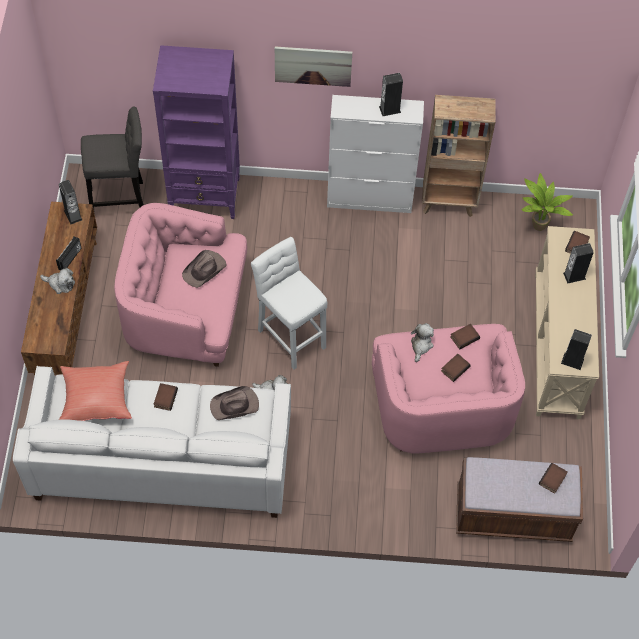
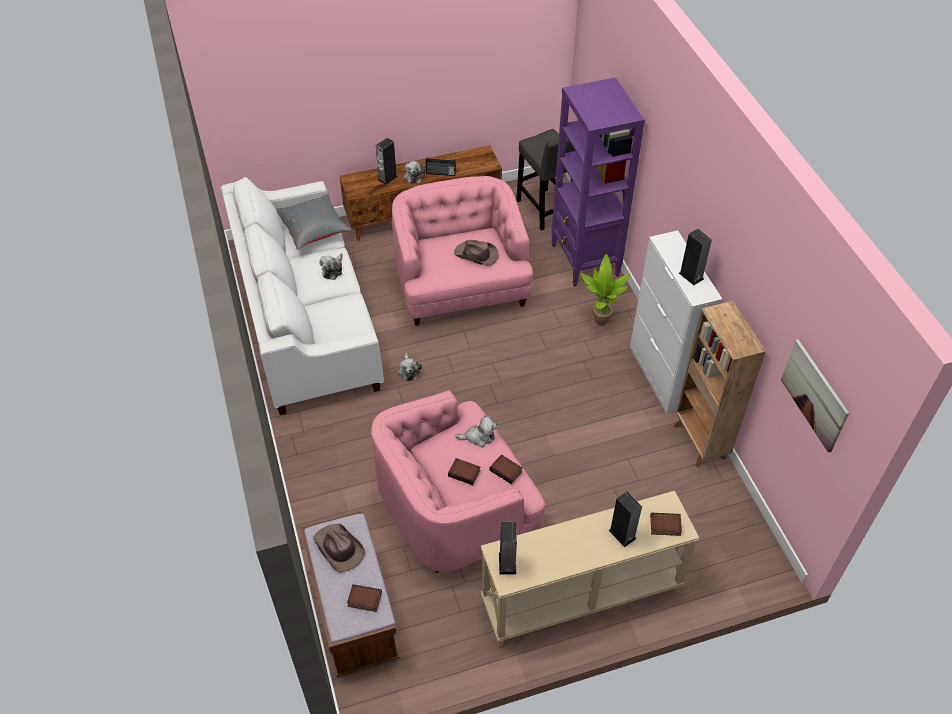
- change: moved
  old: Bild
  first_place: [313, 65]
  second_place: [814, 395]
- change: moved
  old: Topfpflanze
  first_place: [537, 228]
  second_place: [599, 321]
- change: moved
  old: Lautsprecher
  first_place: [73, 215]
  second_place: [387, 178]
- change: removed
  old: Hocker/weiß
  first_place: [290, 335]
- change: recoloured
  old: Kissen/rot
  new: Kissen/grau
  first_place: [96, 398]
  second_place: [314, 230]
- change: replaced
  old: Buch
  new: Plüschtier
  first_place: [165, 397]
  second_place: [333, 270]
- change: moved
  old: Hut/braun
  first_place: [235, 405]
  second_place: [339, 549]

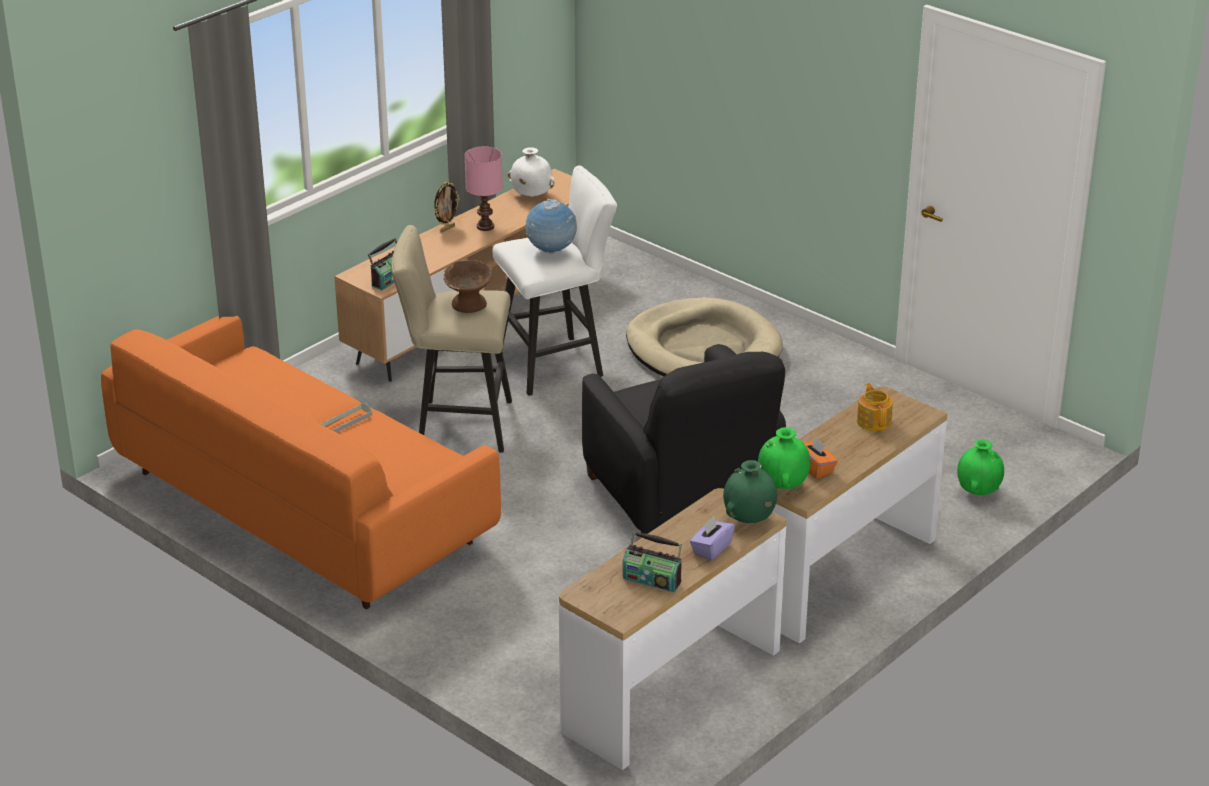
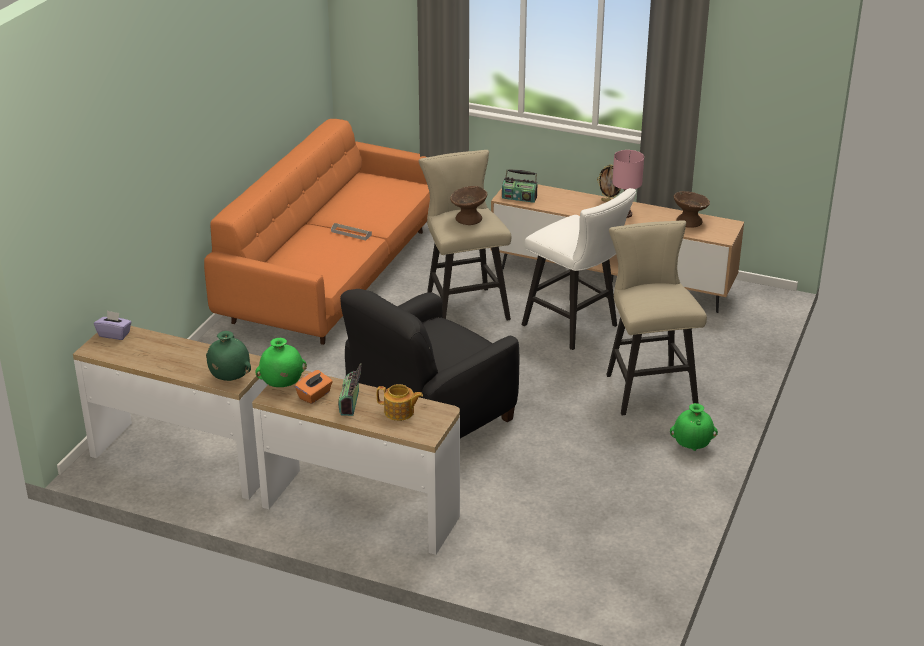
- change: replaced
  old: Vase/weiß
  new: Schüssel/braun
  first_place: [531, 196]
  second_place: [689, 221]
- change: removed
  old: Globus
  first_place: [551, 251]
- change: replaced
  old: Hundebett/beige
  new: Hocker/beige
  first_place: [703, 349]
  second_place: [647, 387]
- change: turned
  old: Teekanne
  first_place: [874, 421]
  second_place: [399, 412]
  degrees: 45
- change: moved
  old: Vase/grün
  first_place: [978, 492]
  second_place: [692, 446]
- change: moved
  old: Taschentuchbox/lila
  first_place: [711, 549]
  second_place: [114, 334]
- change: moved
  old: Radio
  first_place: [652, 579]
  second_place: [351, 402]

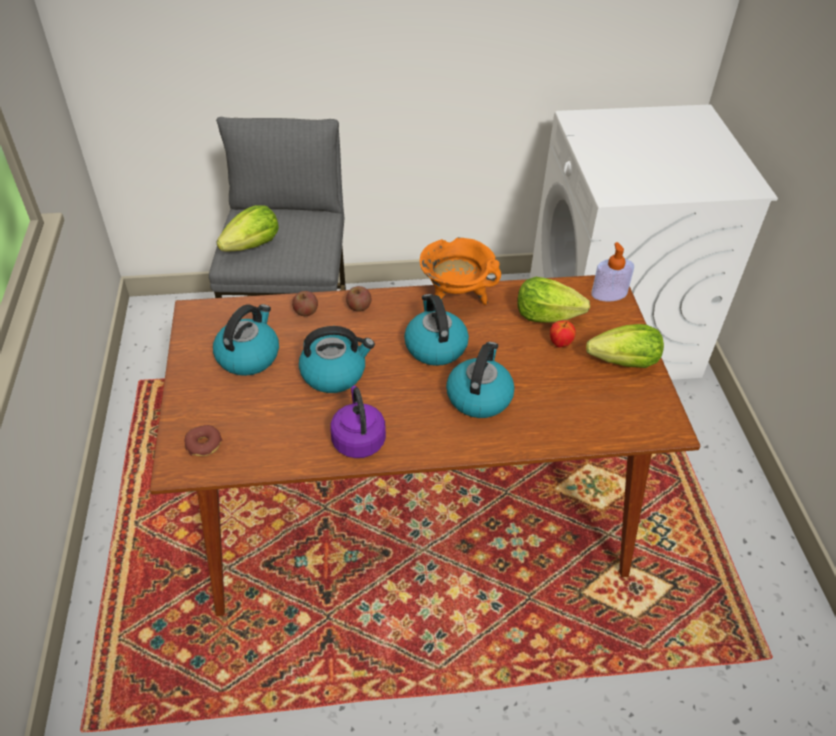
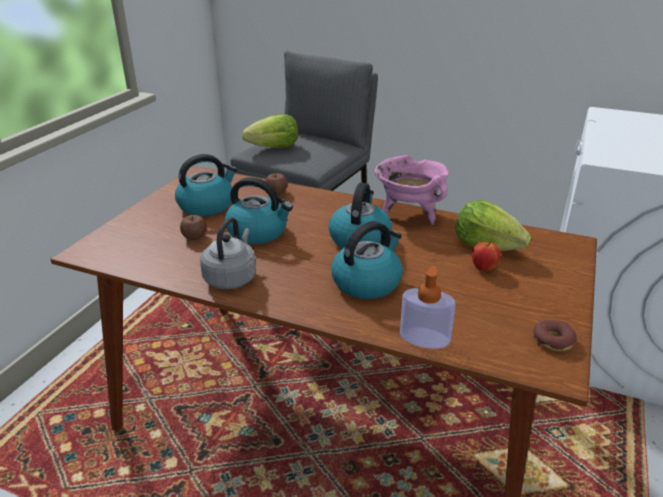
- change: recoloured
  old: Kochtopf/orange
  new: Kochtopf/rosa
  first_place: [456, 298]
  second_place: [409, 214]
- change: moved
  old: Seifenspender
  first_place: [609, 294]
  second_place: [424, 338]
- change: moved
  old: Apfel
  first_place: [359, 307]
  second_place: [194, 237]
- change: removed
  old: Salatkopf
  first_place: [624, 363]
- change: recoloured
  old: Wasserkessel/lila
  new: Wasserkessel/grau
  first_place: [358, 439]
  second_place: [231, 277]
- change: moved
  old: Donut
  first_place: [204, 444]
  second_place: [553, 340]

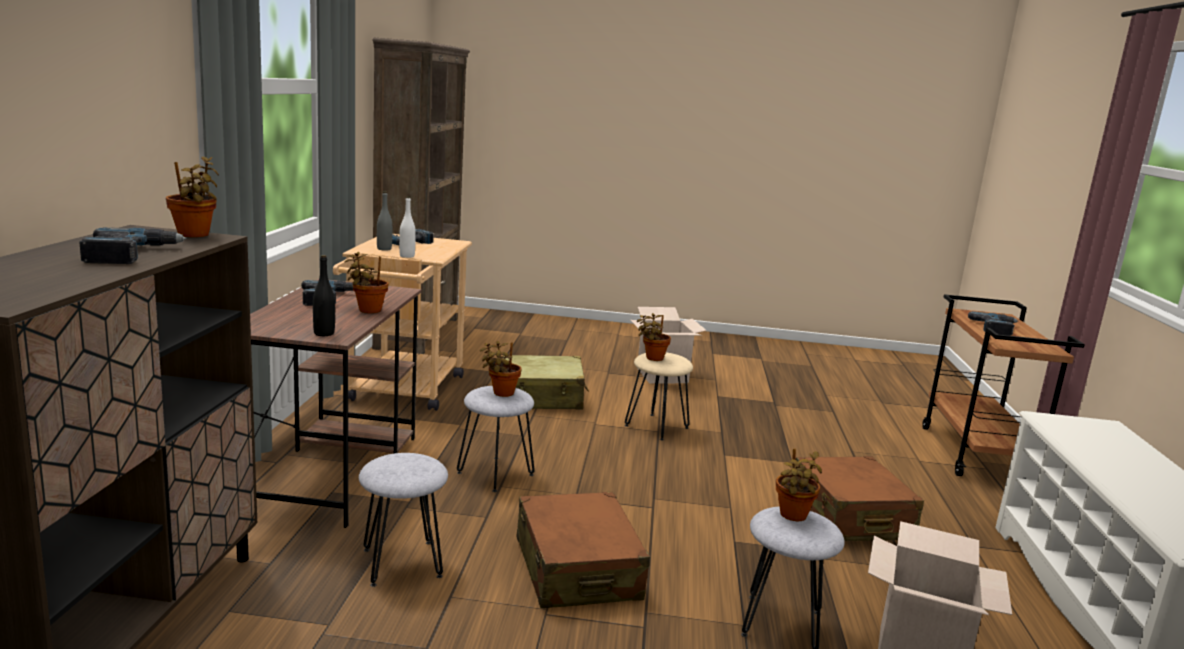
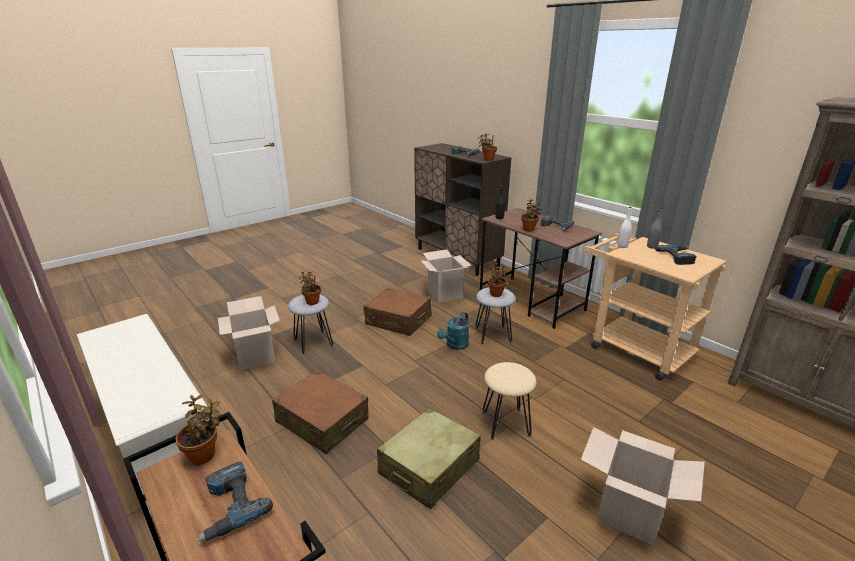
- change: moved
  old: Topfpflanze
  first_place: [652, 358]
  second_place: [205, 454]
- change: moved
  old: Koffer/beige
  first_place: [541, 397]
  second_place: [429, 467]
- change: replaced
  old: Hocker/grau
  new: Karton
  first_place: [402, 562]
  second_place: [445, 294]
- change: added
  new: Gießkanne/türkis
  second_place: [455, 346]

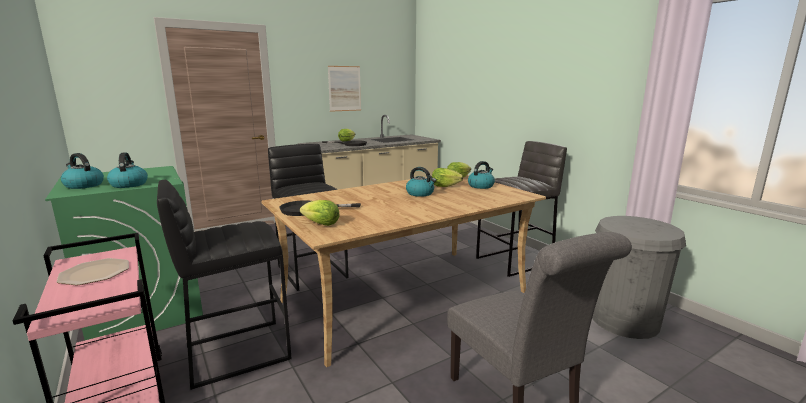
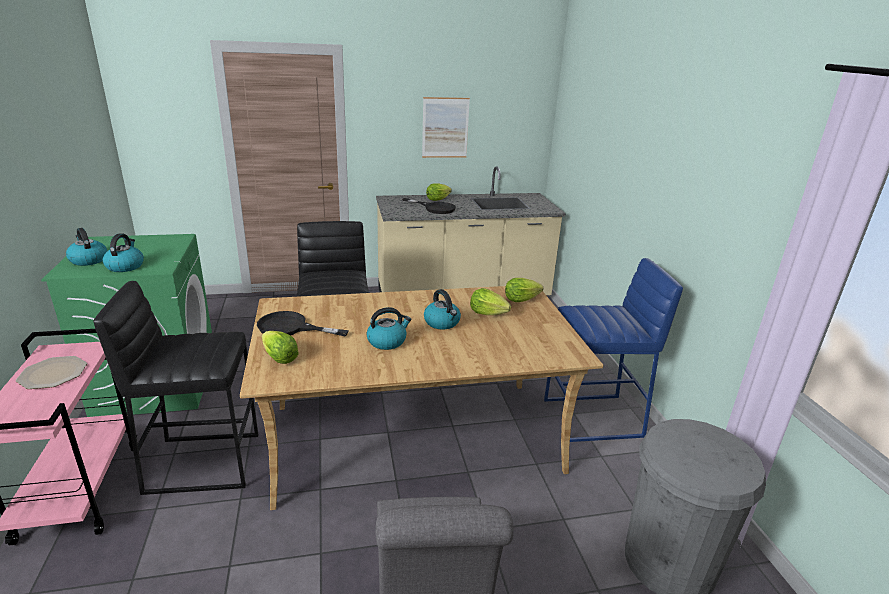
- change: recoloured
  old: Hocker/grau
  new: Hocker/blau
  first_place: [515, 261]
  second_place: [593, 418]
- change: moved
  old: Wasserkessel
  first_place: [481, 186]
  second_place: [387, 341]

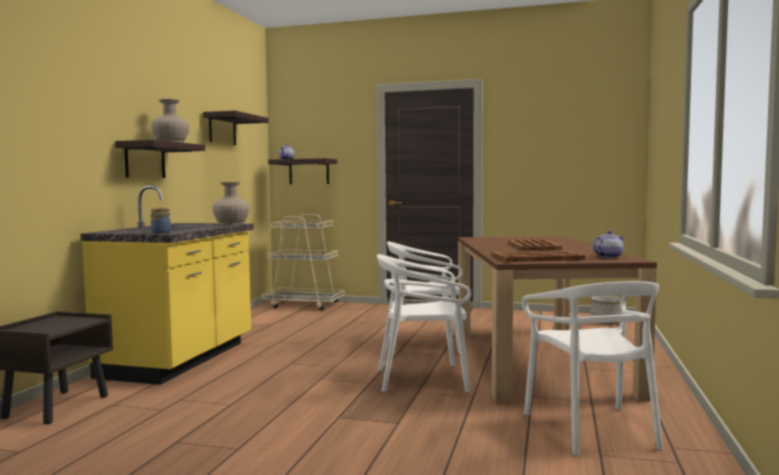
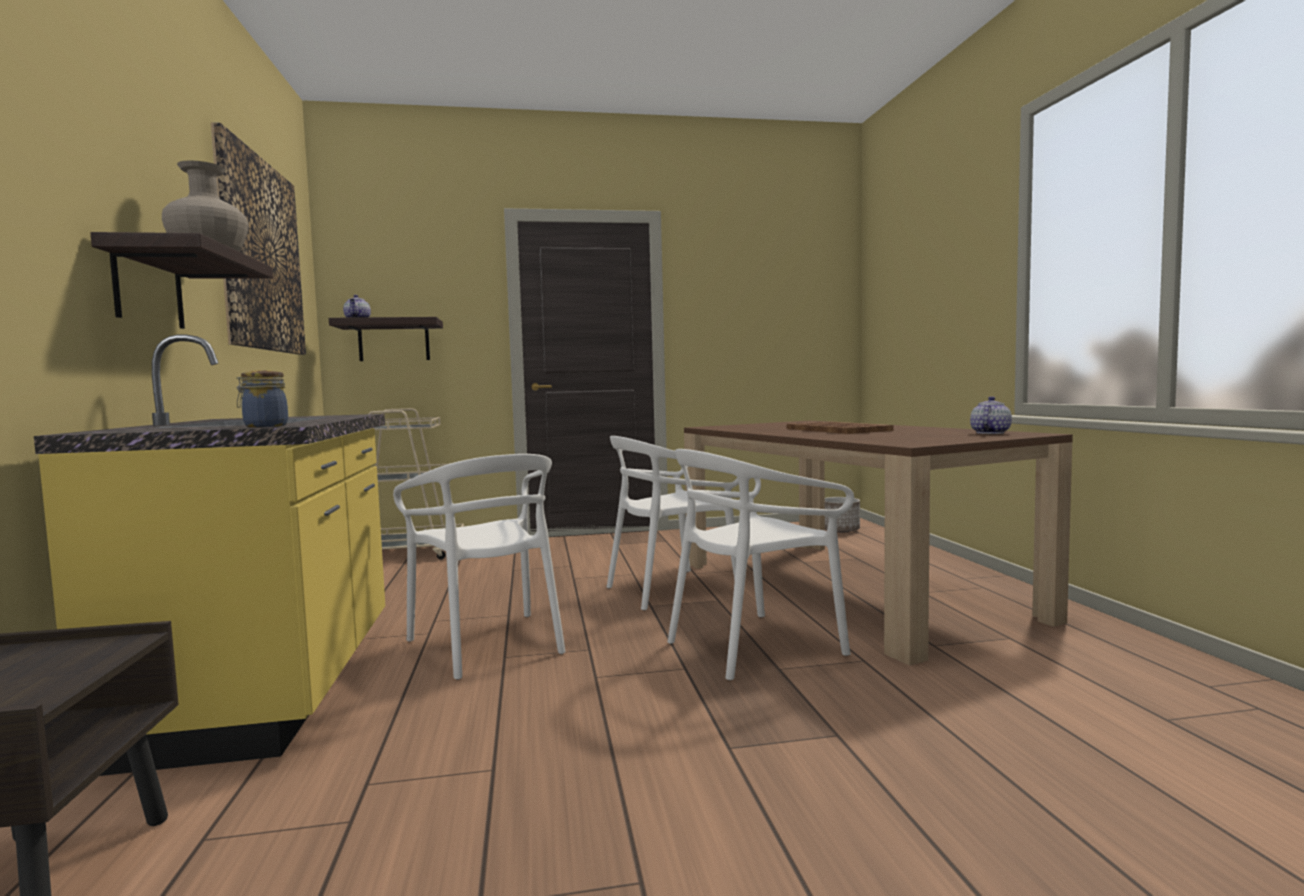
- change: replaced
  old: Wandregal
  new: Bild
  first_place: [222, 129]
  second_place: [261, 255]
- change: removed
  old: Vase/beige
  first_place: [231, 224]
- change: removed
  old: Tablett/braun
  first_place: [538, 258]
- change: moved
  old: Stuhl/weiß
  first_place: [592, 429]
  second_place: [489, 644]

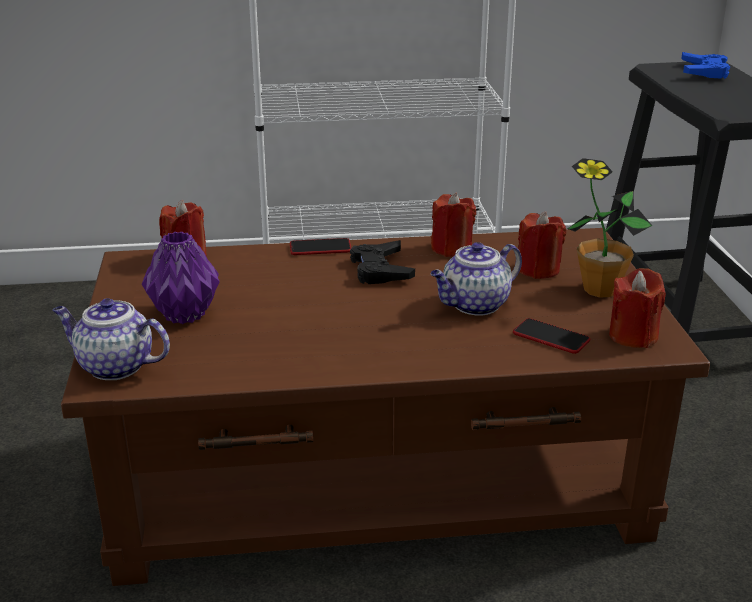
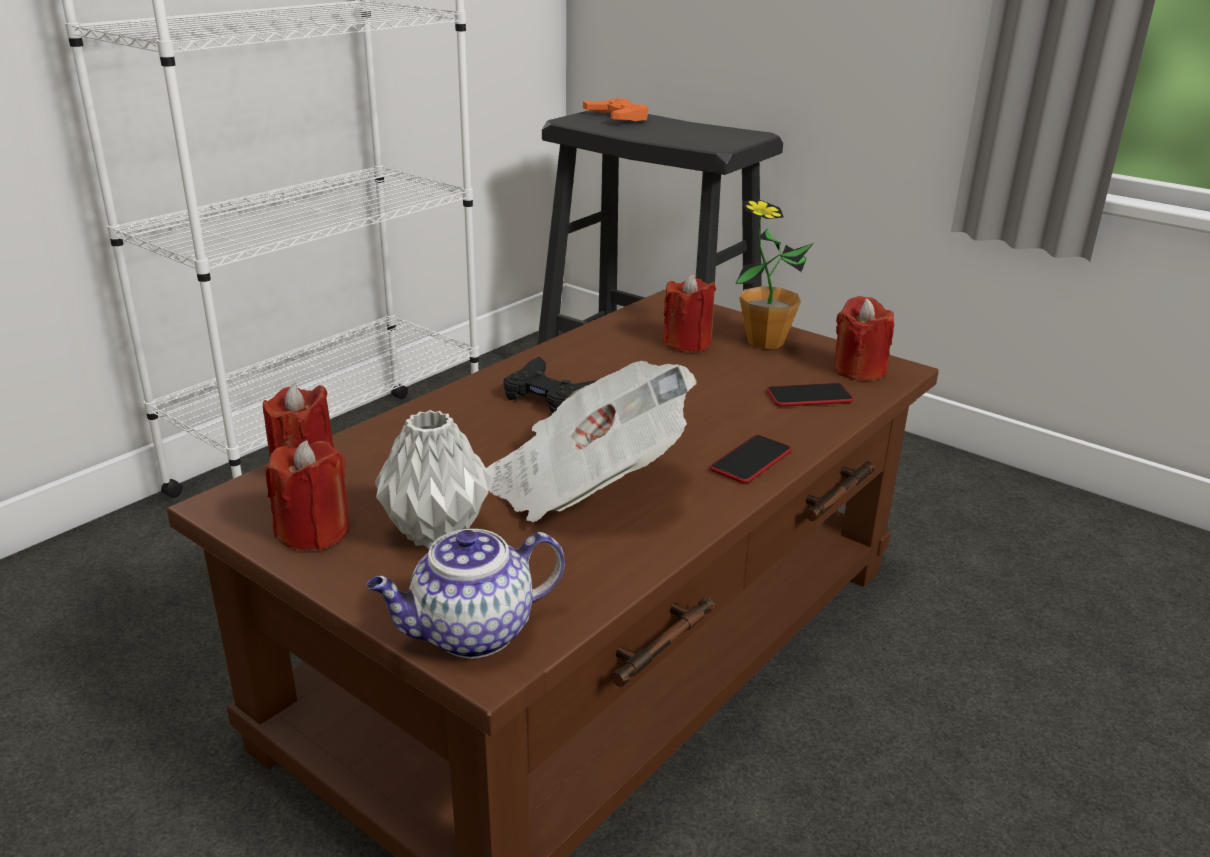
- change: recoloured
  old: Gamepad/blau
  new: Gamepad/orange
  first_place: [704, 71]
  second_place: [617, 117]
- change: moved
  old: Kerze/rot
  first_place: [451, 249]
  second_place: [314, 532]
- change: recoloured
  old: Vase/lila
  new: Vase/grau
  first_place: [185, 315]
  second_place: [438, 533]
- change: moved
  old: Handy
  first_place: [320, 248]
  second_place: [751, 461]
- change: removed
  old: Teekanne
  first_place: [474, 305]
- change: added
  new: Zeitung
  second_place: [584, 485]

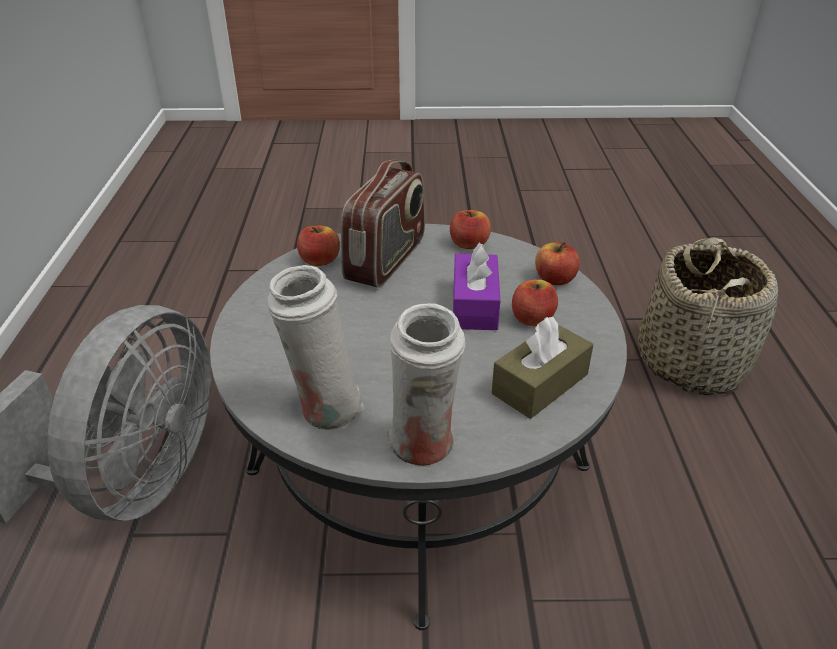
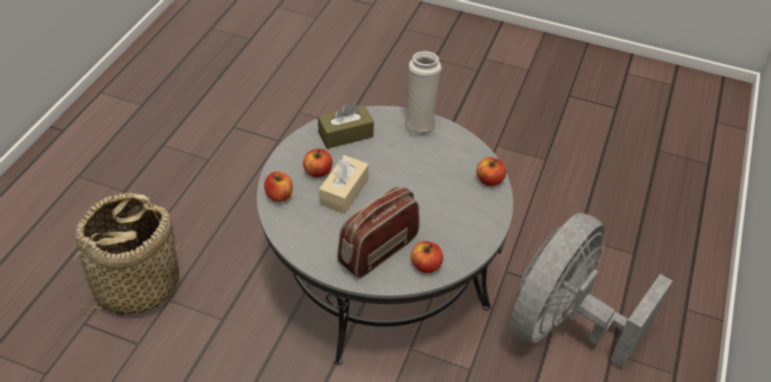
- change: moved
  old: Apfel
  first_place: [469, 244]
  second_place: [489, 180]
- change: recoloured
  old: Taschentuchbox/lila
  new: Taschentuchbox/beige
  first_place: [474, 305]
  second_place: [344, 191]
- change: removed
  old: Vase/weiß
  first_place: [324, 410]

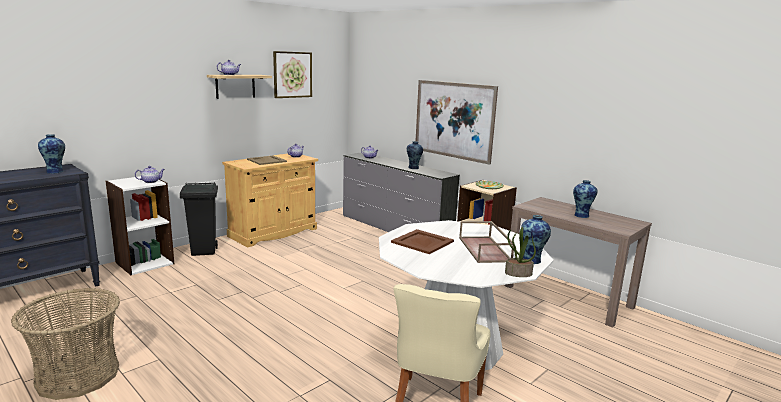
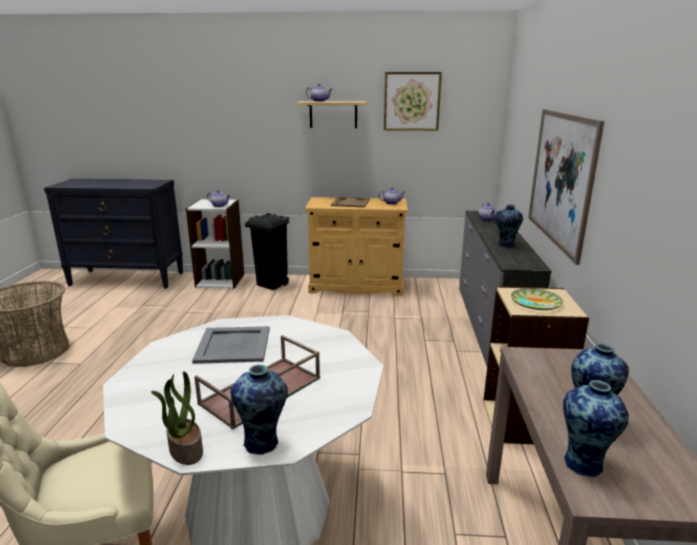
- change: moved
  old: Vase
  first_place: [55, 171]
  second_place: [584, 463]
- change: recoloured
  old: Tablett/braun
  new: Tablett/grau
  first_place: [422, 242]
  second_place: [232, 345]

